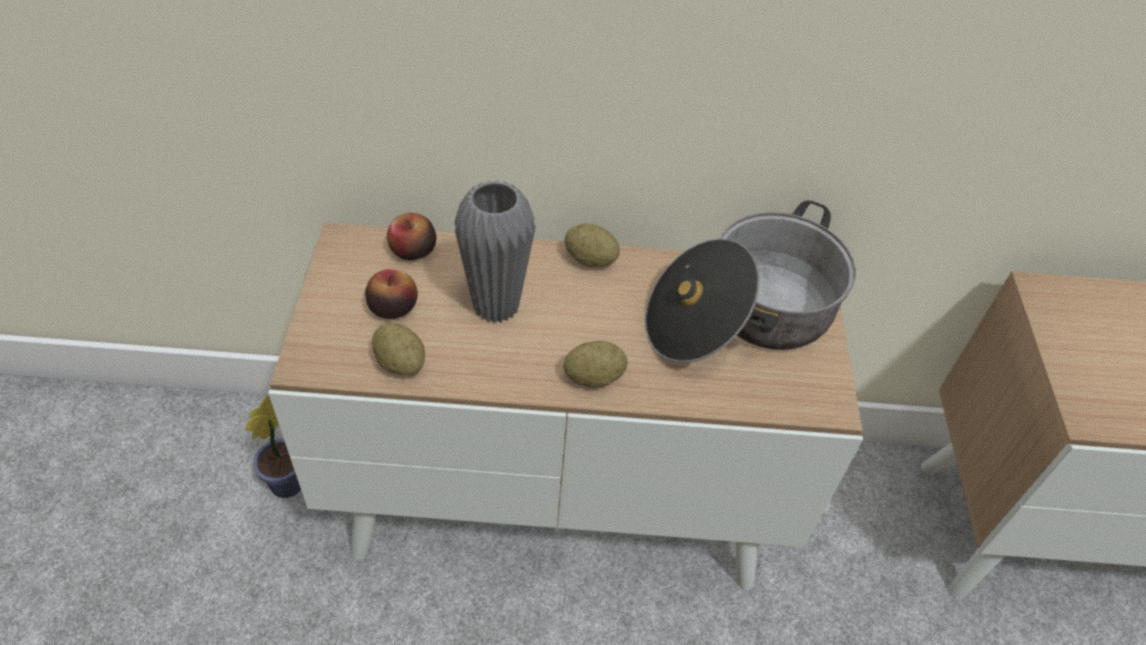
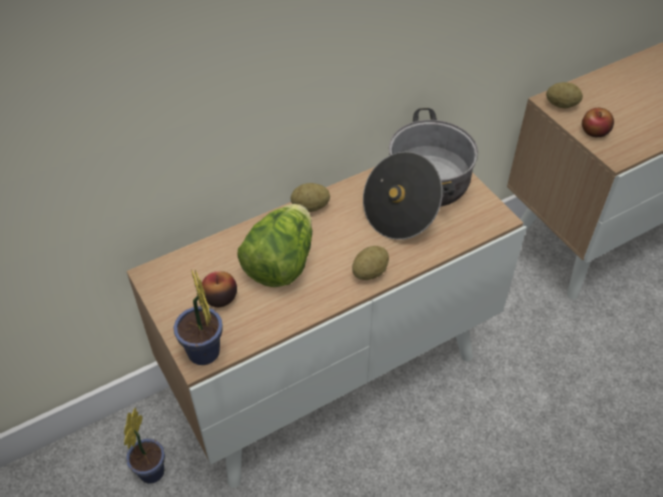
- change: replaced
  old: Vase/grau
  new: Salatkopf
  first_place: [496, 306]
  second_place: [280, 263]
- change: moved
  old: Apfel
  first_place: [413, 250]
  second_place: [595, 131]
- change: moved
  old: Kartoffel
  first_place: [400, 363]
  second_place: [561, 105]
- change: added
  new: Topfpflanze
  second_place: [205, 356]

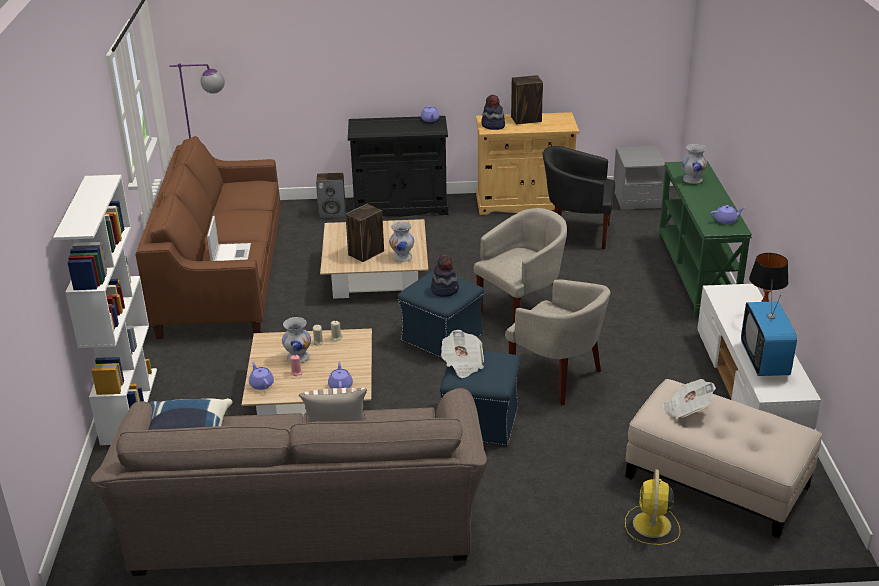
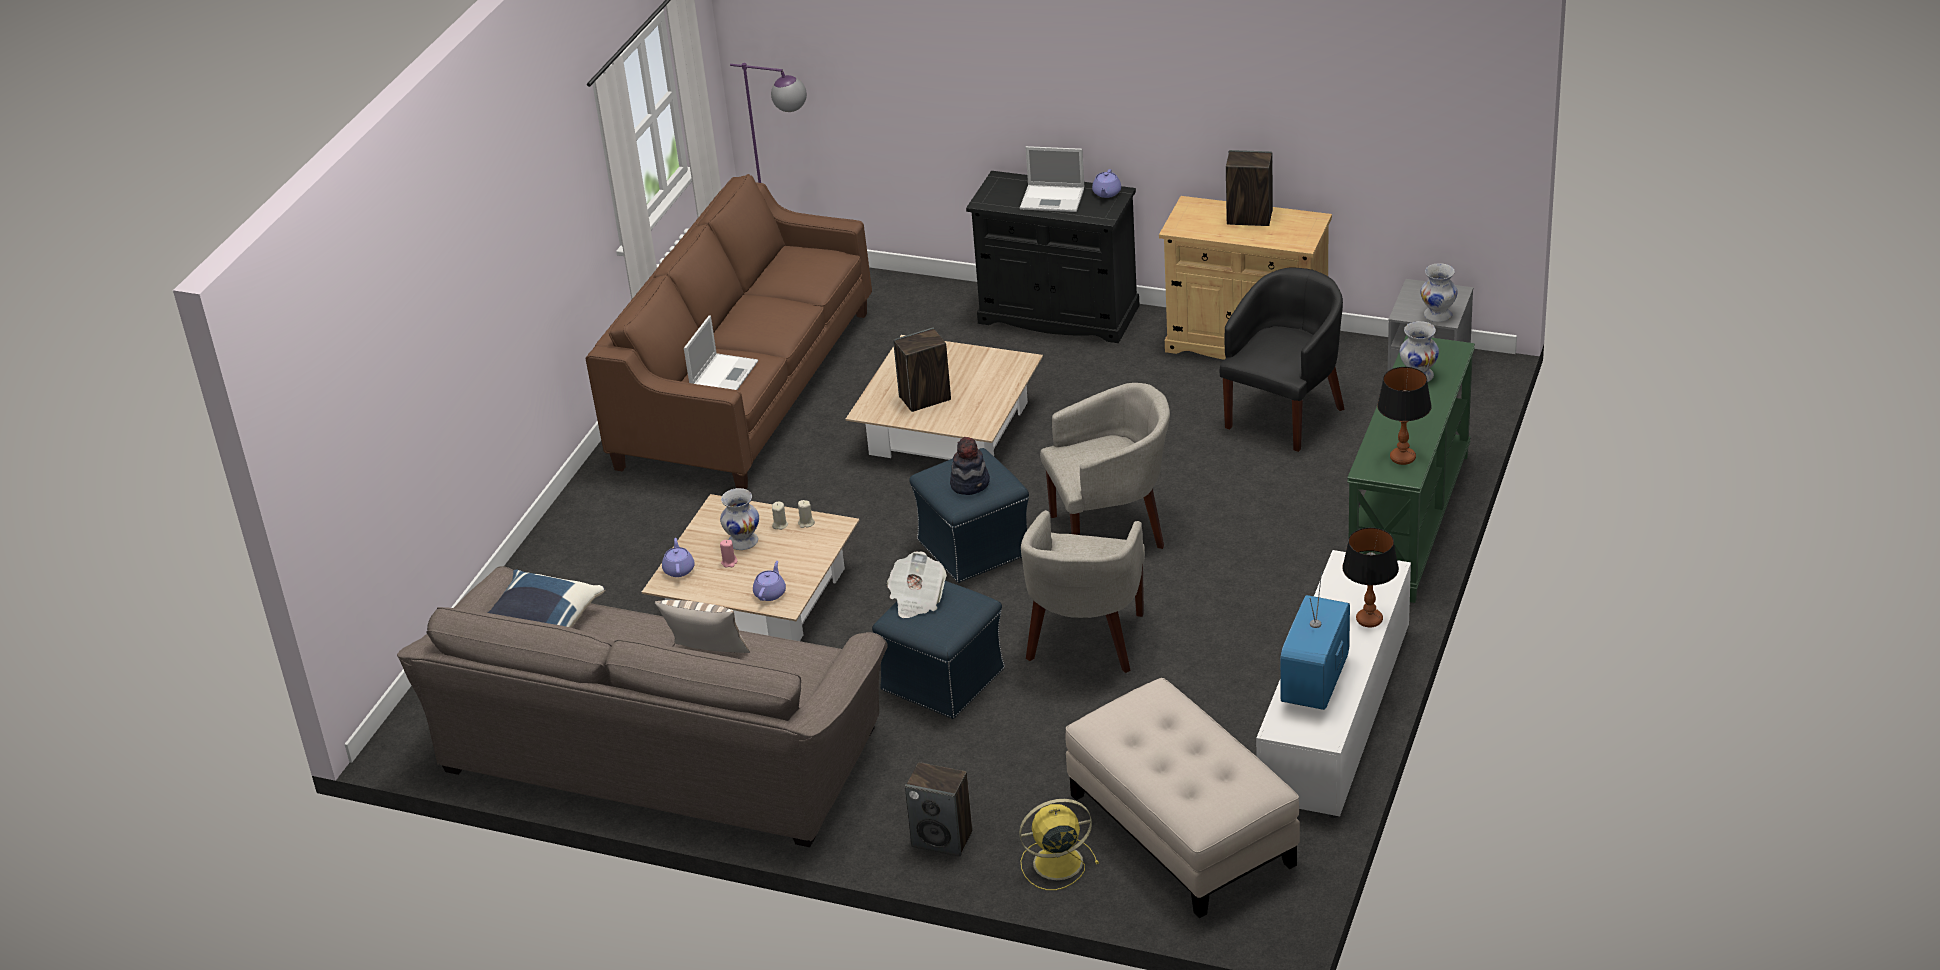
- change: removed
  old: Hut
  first_place: [493, 126]
- change: turned
  old: Sessel/schwarz
  first_place: [576, 234]
  second_place: [1285, 415]
  degrees: 90
- change: moved
  old: Lautsprecher
  first_place: [332, 214]
  second_place: [943, 839]
- change: removed
  old: Bücherregal/weiß
  first_place: [129, 405]
- change: replaced
  old: Teekanne/lila
  new: Tischlampe
  first_place: [726, 221]
  second_place: [1402, 458]
- change: moved
  old: Vase/weiß
  first_place: [402, 257]
  second_place: [1438, 315]
- change: turned
  old: Sessel/beige
  first_place: [558, 378]
  second_place: [1086, 641]
  degrees: 45
- change: removed
  old: Zeitung
  first_place: [686, 409]
- change: turned
  old: Ventilator/gelb
  first_place: [651, 526]
  second_place: [1055, 863]
  degrees: 45
- change: added
  new: Laptop
  second_place: [1053, 199]

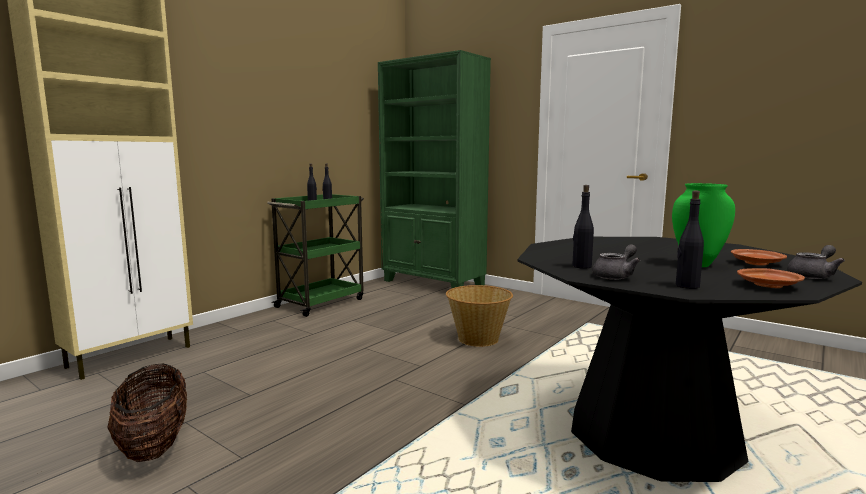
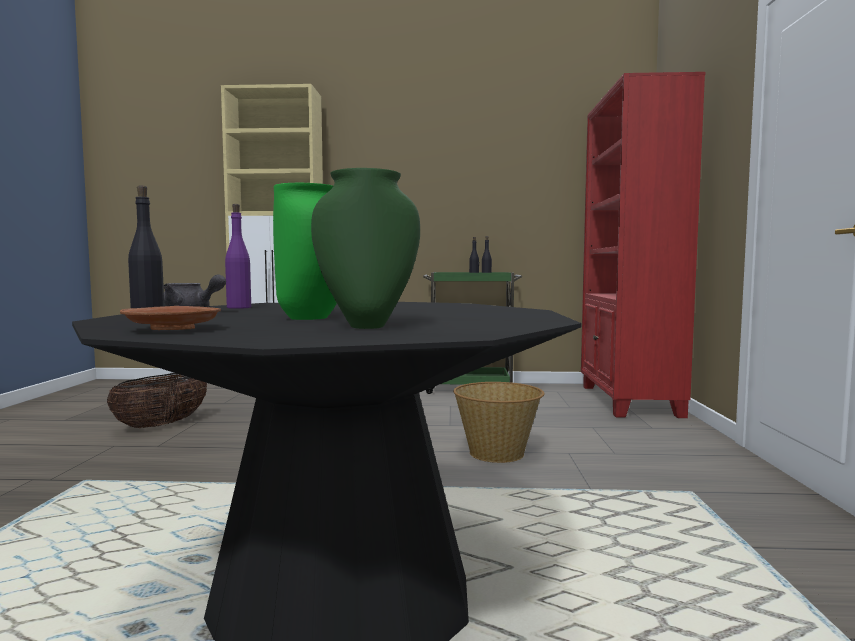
- change: recoloured
  old: Bücherregal/grün
  new: Bücherregal/rot
  first_place: [433, 283]
  second_place: [628, 401]
- change: recoloured
  old: Flasche/schwarz
  new: Flasche/lila
  first_place: [581, 266]
  second_place: [239, 307]
- change: removed
  old: Teekanne/grau
  first_place: [813, 276]
- change: replaced
  old: Teller/braun
  new: Vase/grün
  first_place: [756, 263]
  second_place: [367, 326]

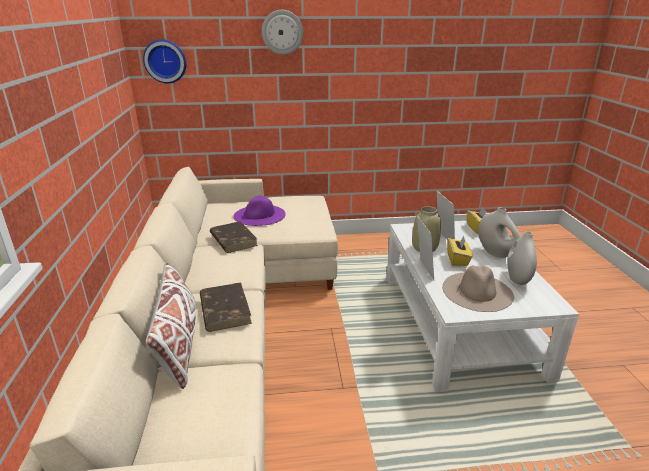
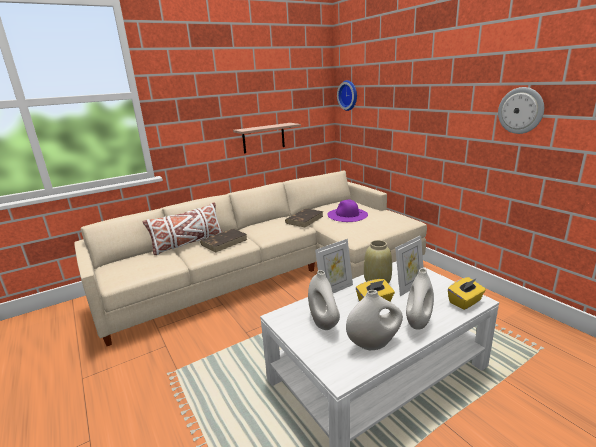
- change: moved
  old: Wanduhr
  first_place: [282, 32]
  second_place: [521, 110]
- change: replaced
  old: Hut/beige
  new: Vase/weiß
  first_place: [477, 291]
  second_place: [324, 322]
- change: added
  new: Wandregal
  second_place: [263, 138]

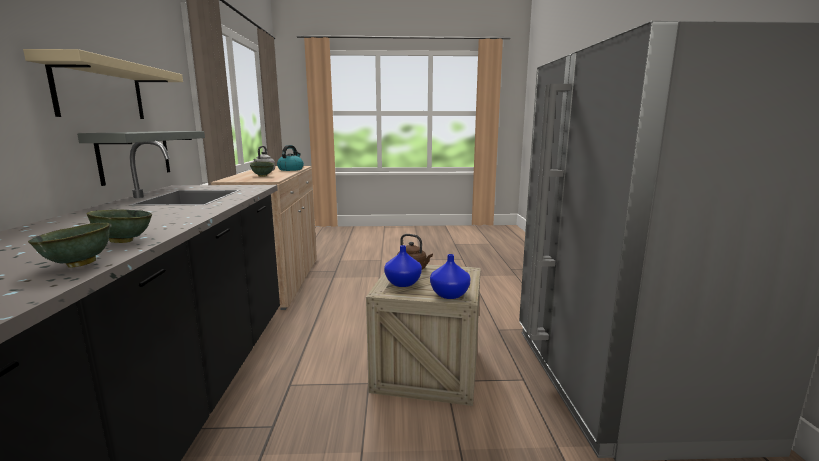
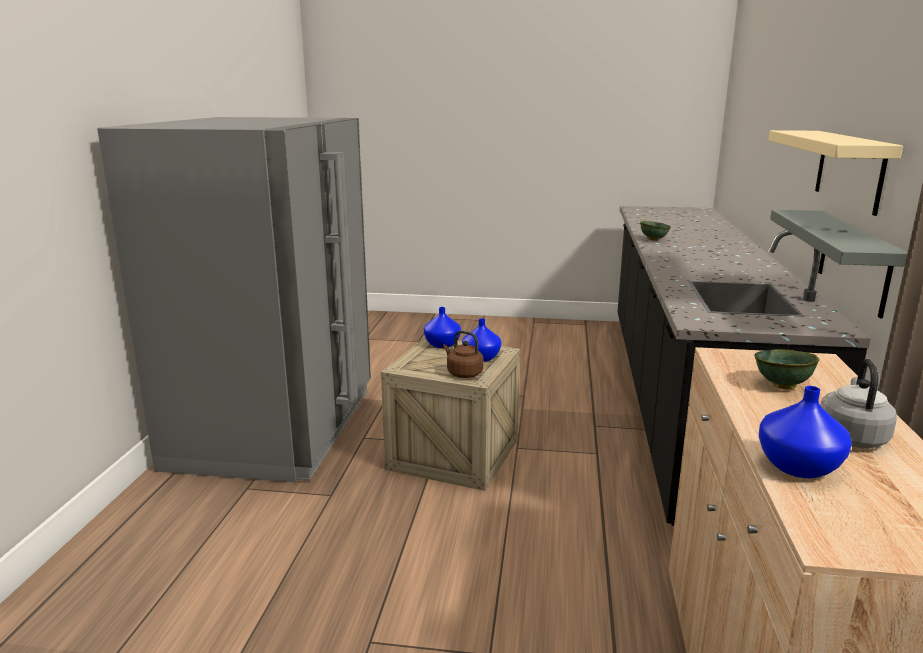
- change: replaced
  old: Wasserkessel
  new: Vase/blau
  first_place: [291, 169]
  second_place: [799, 466]
- change: removed
  old: Schüssel/grün
  first_place: [123, 241]

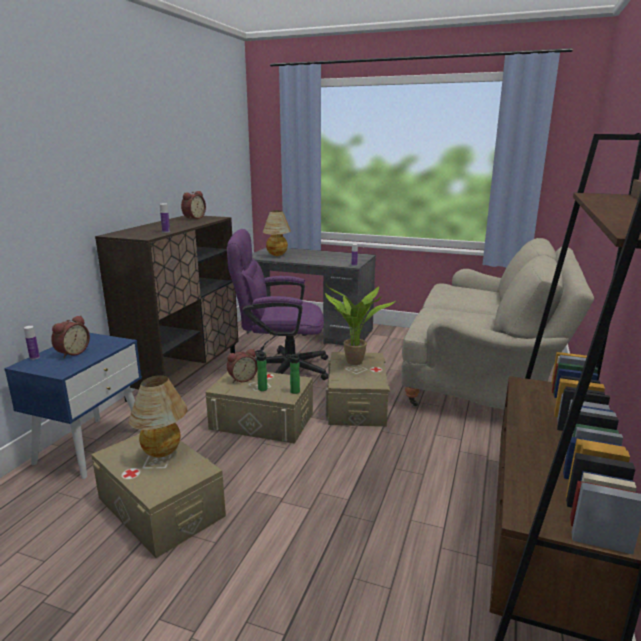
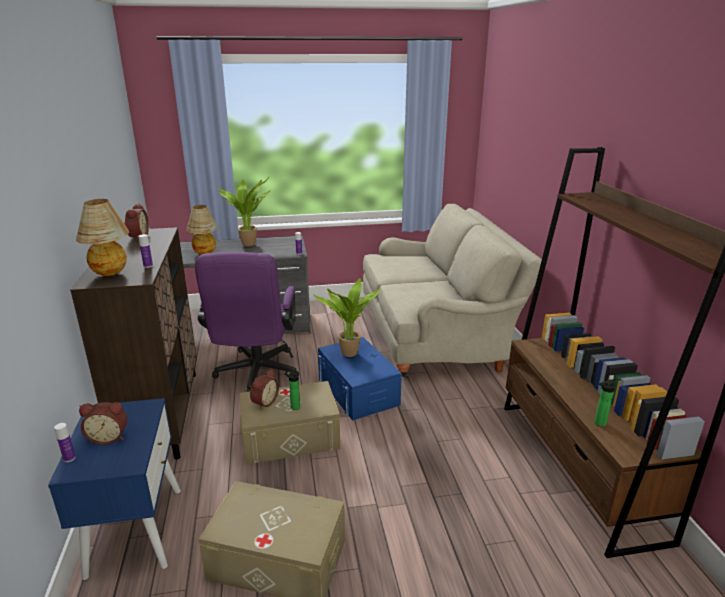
- change: turned
  old: Bürostuhl/lila
  first_place: [280, 368]
  second_place: [256, 375]
  degrees: -60
- change: turned
  old: Wecker
  first_place: [72, 353]
  second_place: [109, 437]
  degrees: 90
- change: recoloured
  old: Aufbewahrungsbox/beige
  new: Aufbewahrungsbox/blau
  first_place: [356, 404]
  second_place: [358, 391]
- change: moved
  old: Flasche
  first_place: [293, 391]
  second_place: [598, 423]
- change: moved
  old: Tischlampe
  first_place: [163, 453]
  second_place: [111, 274]
- change: added
  new: Topfpflanze
  second_place: [250, 244]

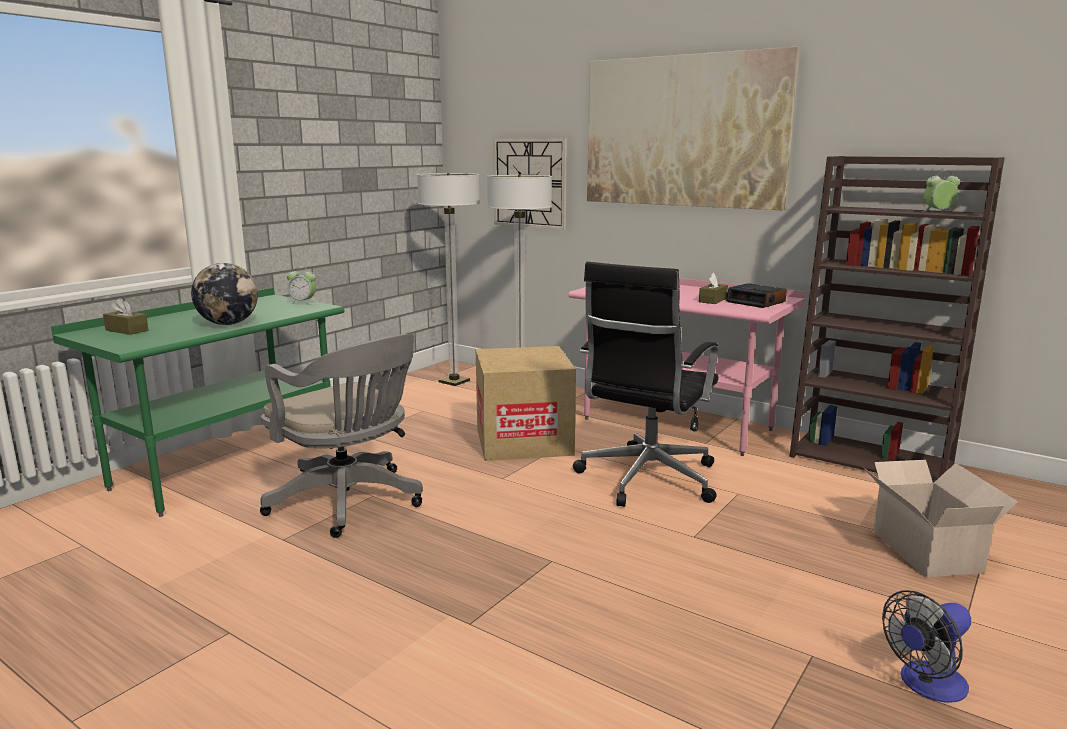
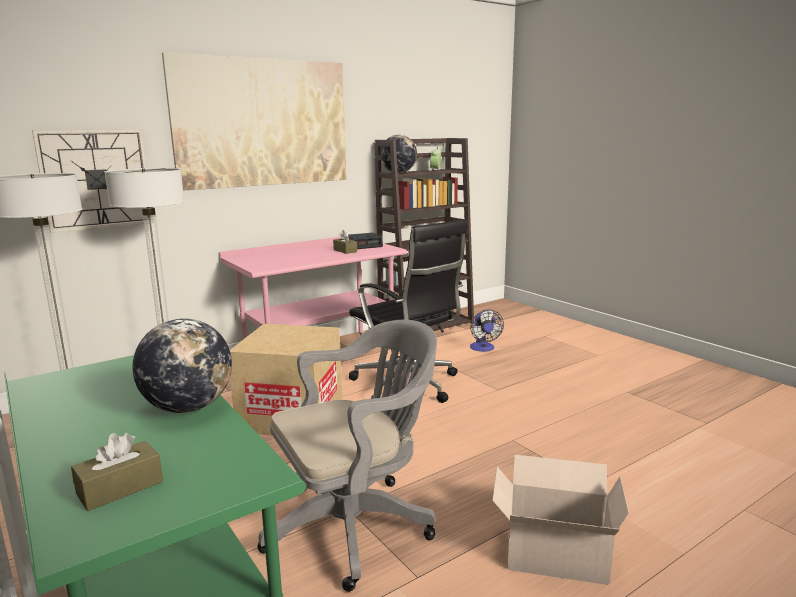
- change: removed
  old: Wecker
  first_place: [303, 303]
- change: moved
  old: Karton
  first_place: [925, 549]
  second_place: [553, 554]
- change: moved
  old: Ventilator
  first_place: [926, 685]
  second_place: [483, 349]
- change: added
  new: Globus
  second_place: [398, 173]

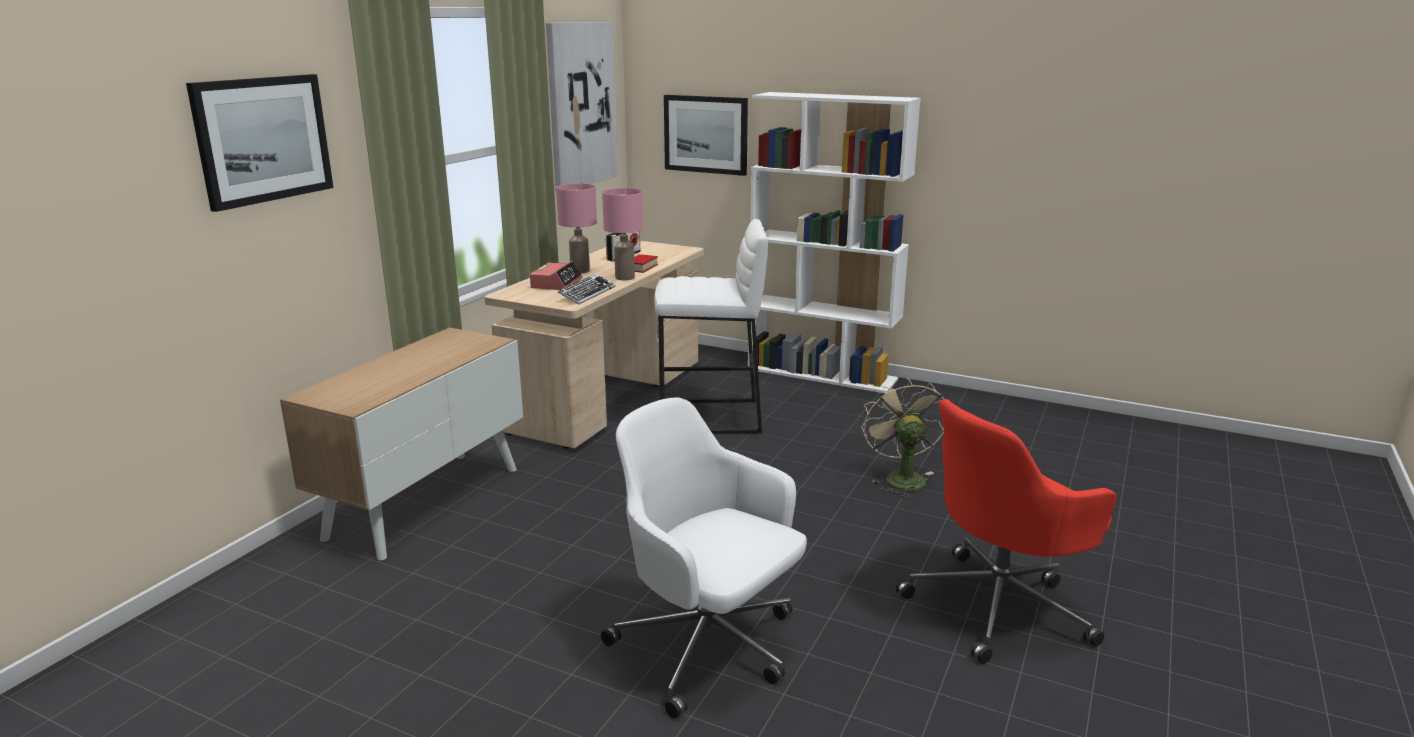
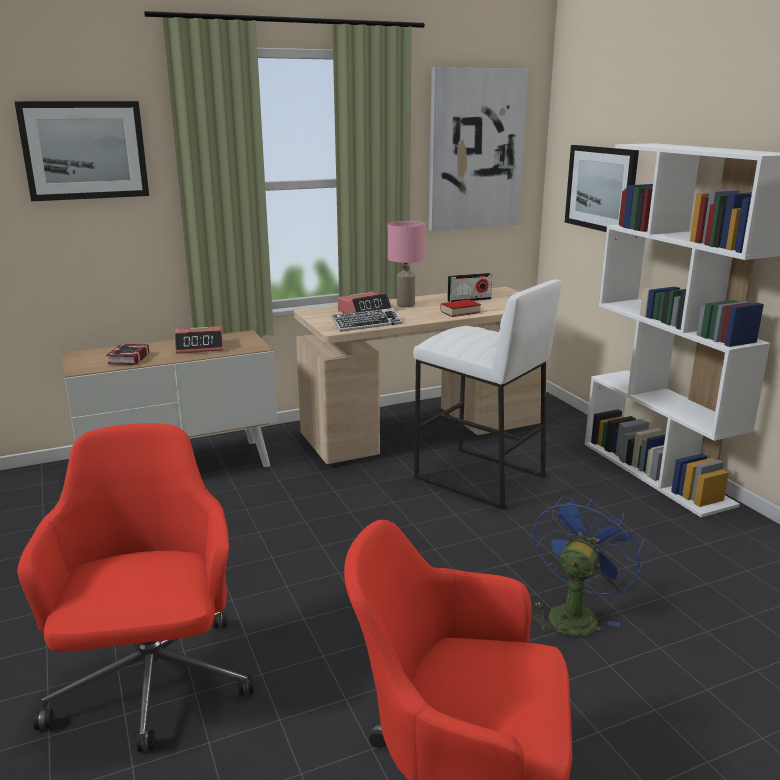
- change: removed
  old: Tischlampe/rosa
  first_place: [625, 278]
- change: recoloured
  old: Ventilator/beige
  new: Ventilator/blau
  first_place: [900, 477]
  second_place: [574, 614]
- change: recoloured
  old: Bürostuhl/weiß
  new: Bürostuhl/rot
  first_place: [708, 648]
  second_place: [152, 685]
- change: added
  new: Wecker
  second_place: [200, 347]
- change: added
  new: Buch
  second_place: [127, 359]

